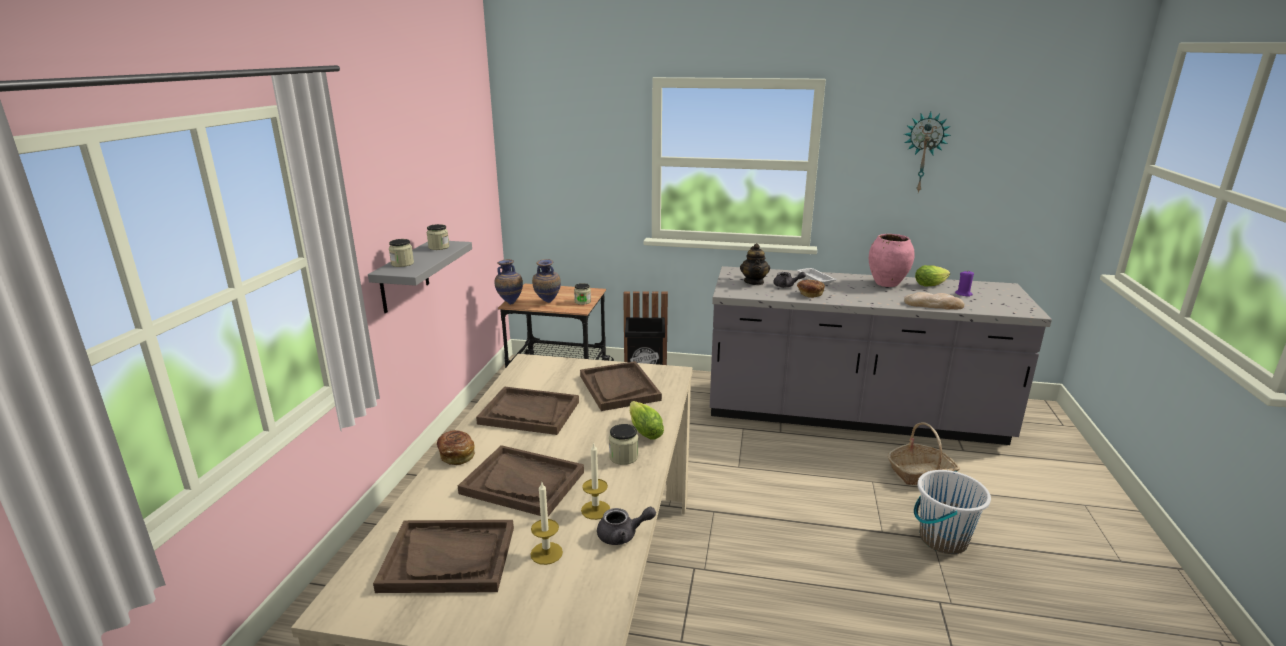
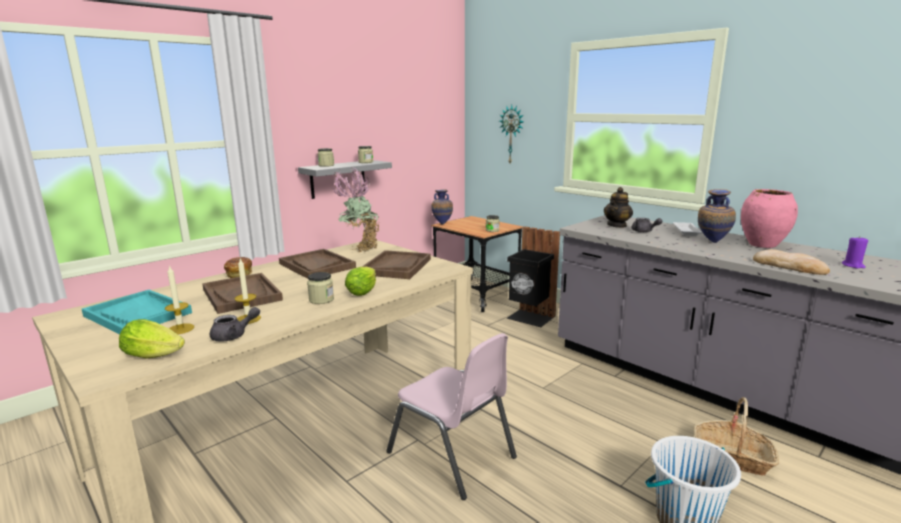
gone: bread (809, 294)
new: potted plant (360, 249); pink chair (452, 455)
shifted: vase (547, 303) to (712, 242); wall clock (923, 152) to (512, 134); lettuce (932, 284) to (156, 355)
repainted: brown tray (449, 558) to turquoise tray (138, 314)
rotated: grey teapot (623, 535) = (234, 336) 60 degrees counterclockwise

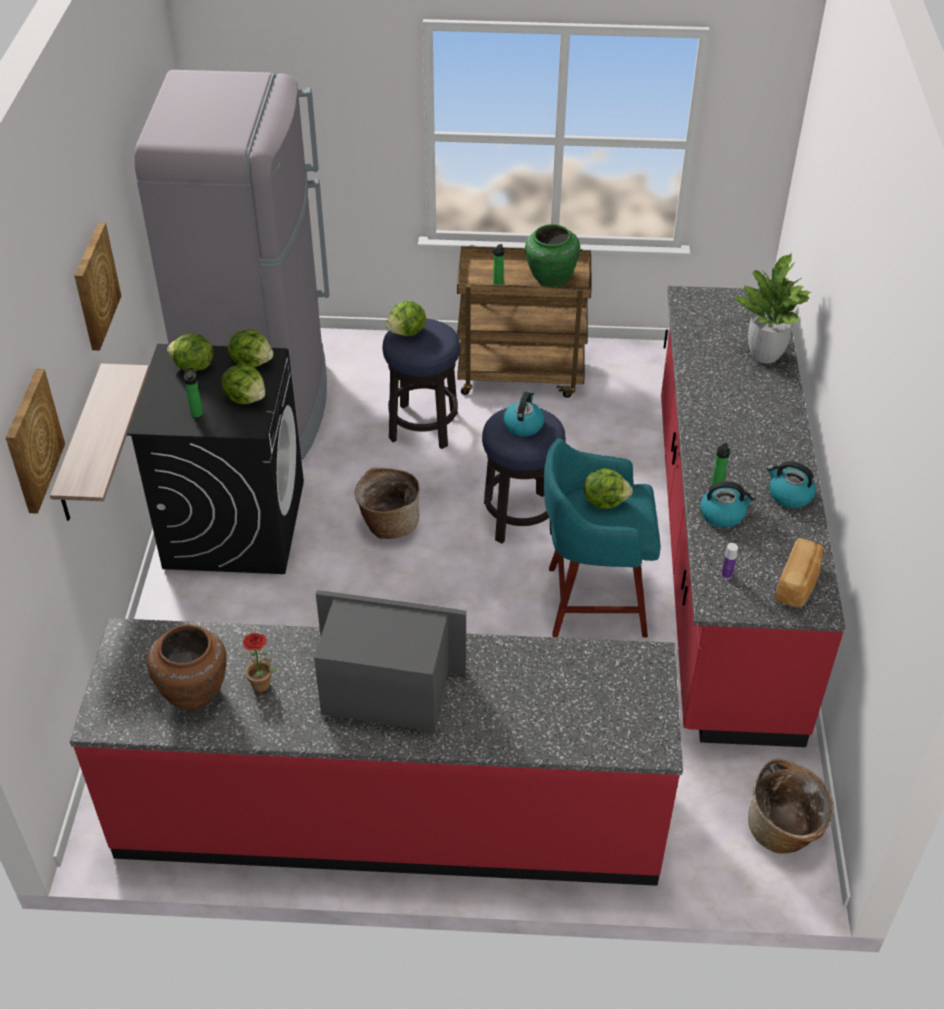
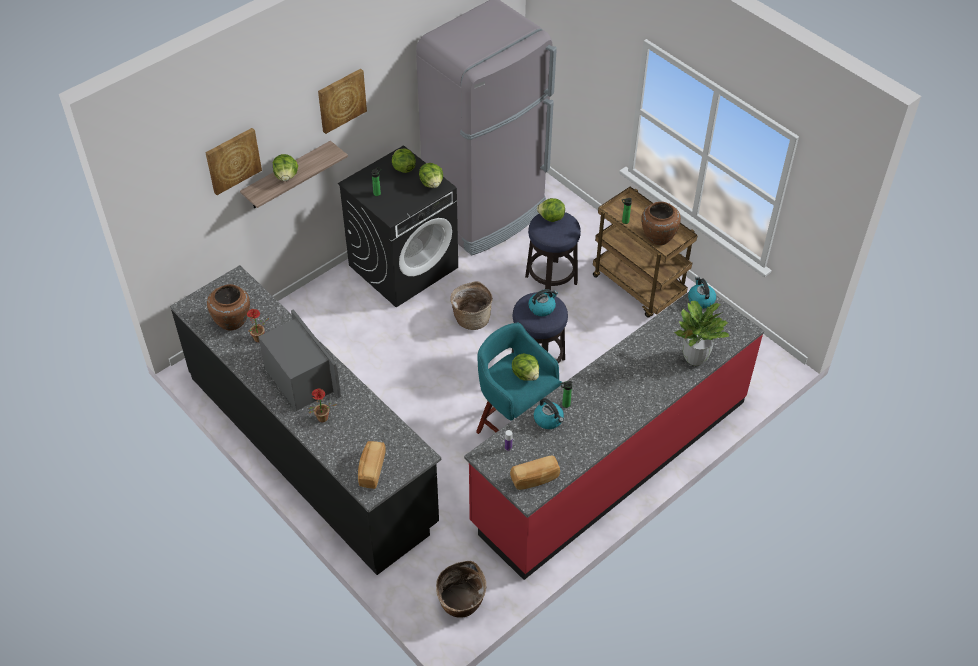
new: potted plant (322, 420); bread (371, 470)
shifted: lettuce (246, 398) to (286, 176); kettle (789, 495) to (700, 299)
repainted: red counter (390, 810) to black counter (311, 449); green vase (550, 278) to brown vase (657, 236)

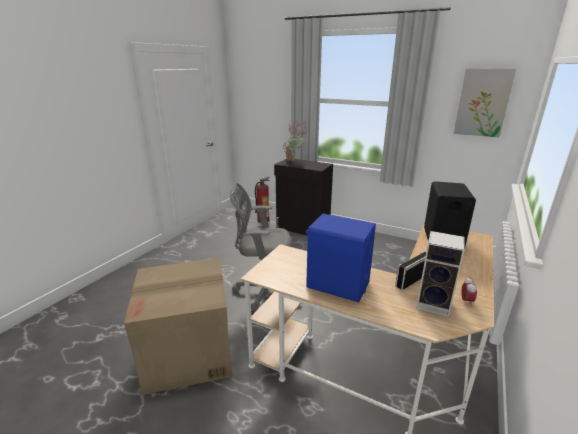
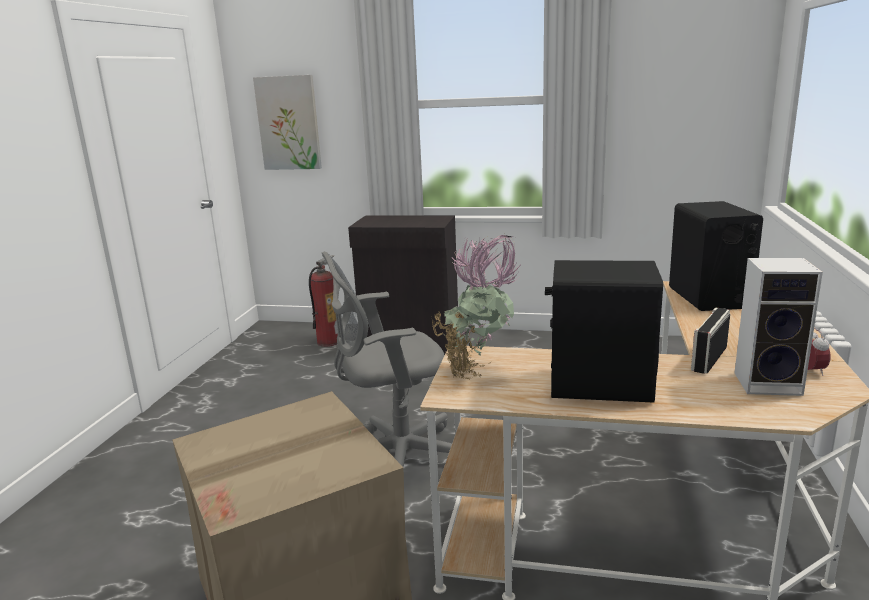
shifted: potted plant (294, 161) to (478, 371); picture (482, 103) to (289, 123)
repainted: blue speaker (337, 285) to black speaker (599, 385)

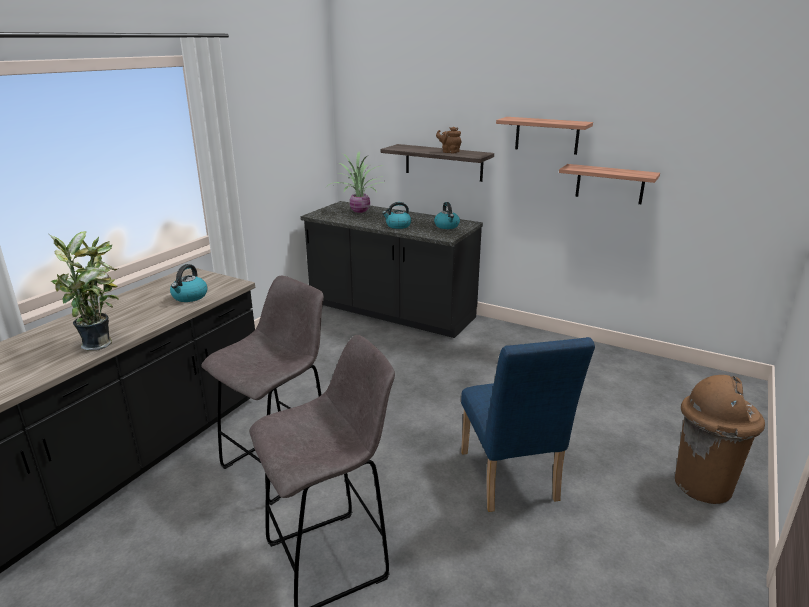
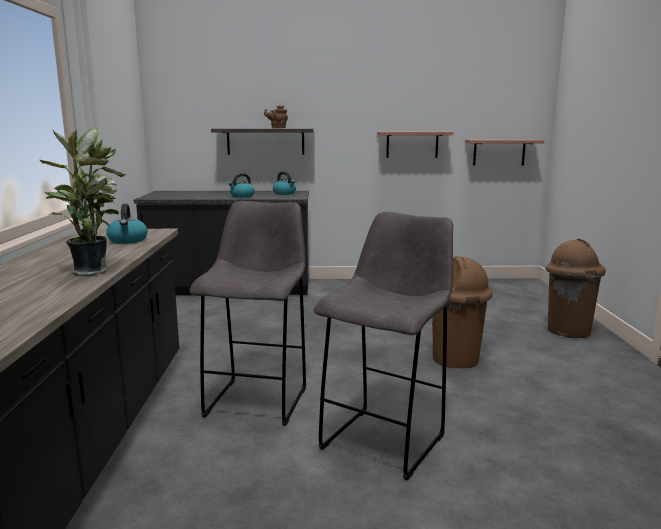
gone: potted plant (360, 210)
shifted: shelf (547, 135) to (499, 152)
swapped: blue chair (510, 481) to brown trash can (455, 359)

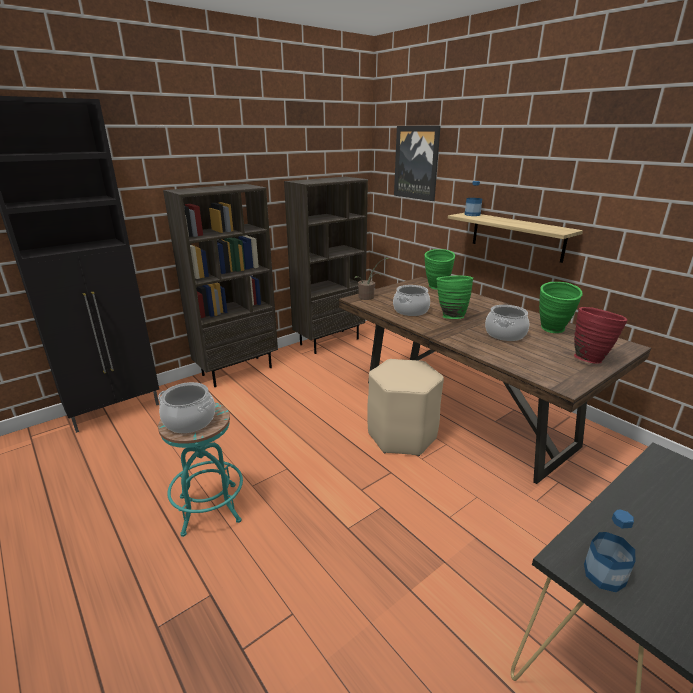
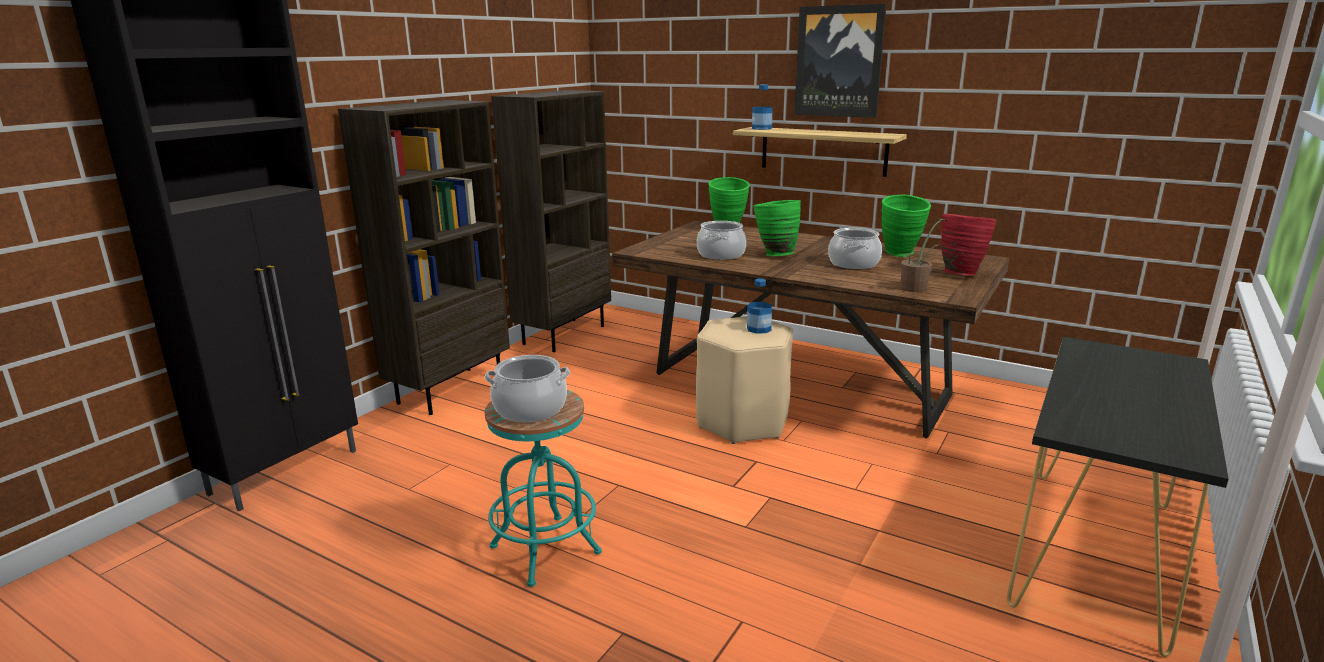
shifted: potted plant (368, 297) to (917, 287); picture (416, 163) to (839, 61); bottle (604, 574) to (759, 329)

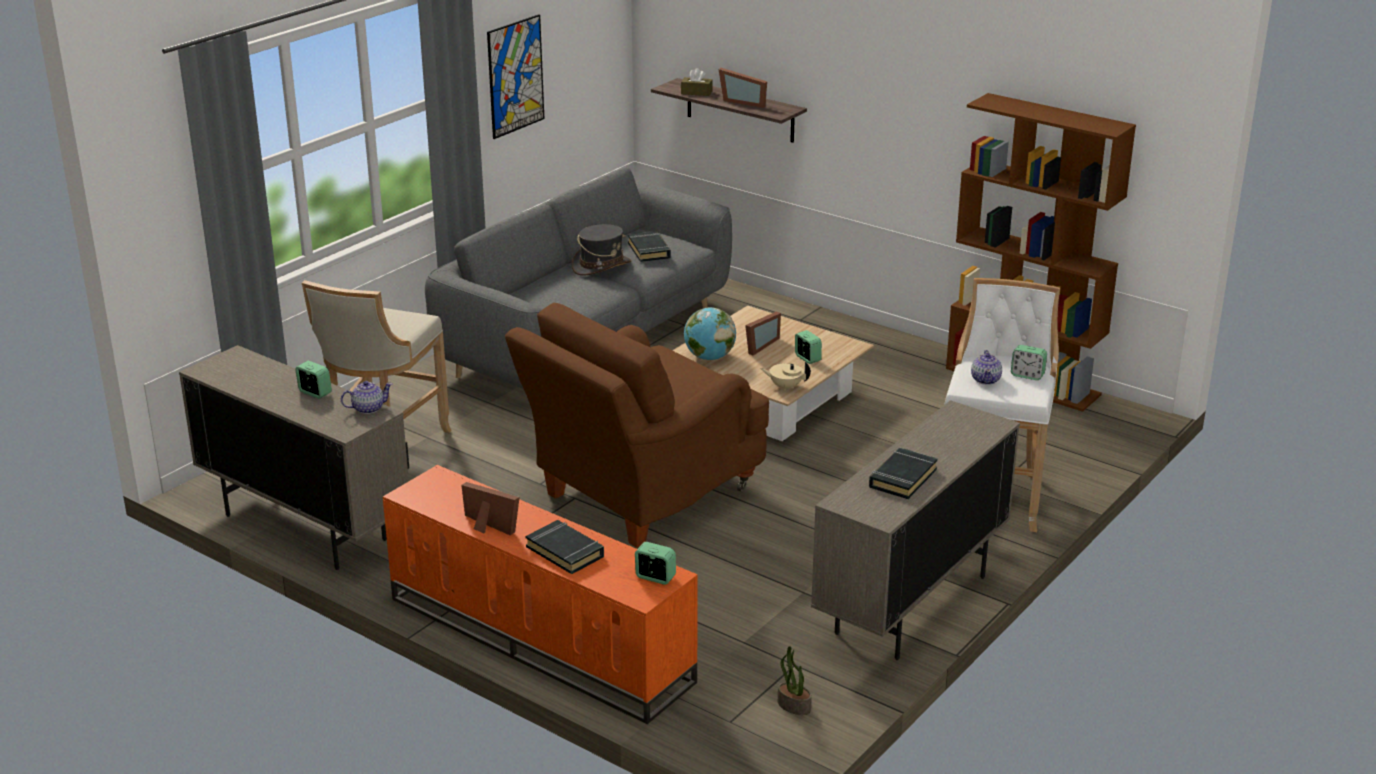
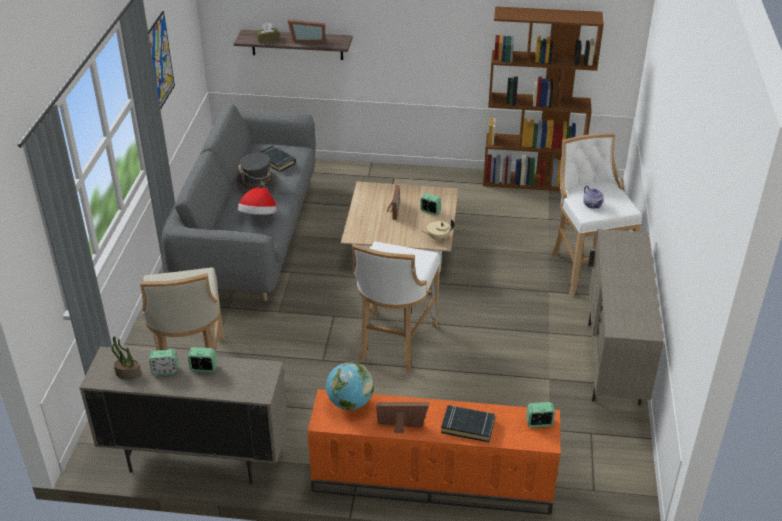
gone: teapot (368, 408); black book (902, 478)
new: hat (258, 216)
shifted: globe (709, 357) to (350, 403); potted plant (793, 706) to (128, 374); alarm clock (1027, 375) to (165, 371)
swapped: brown armchair (642, 495) to white stool (394, 344)

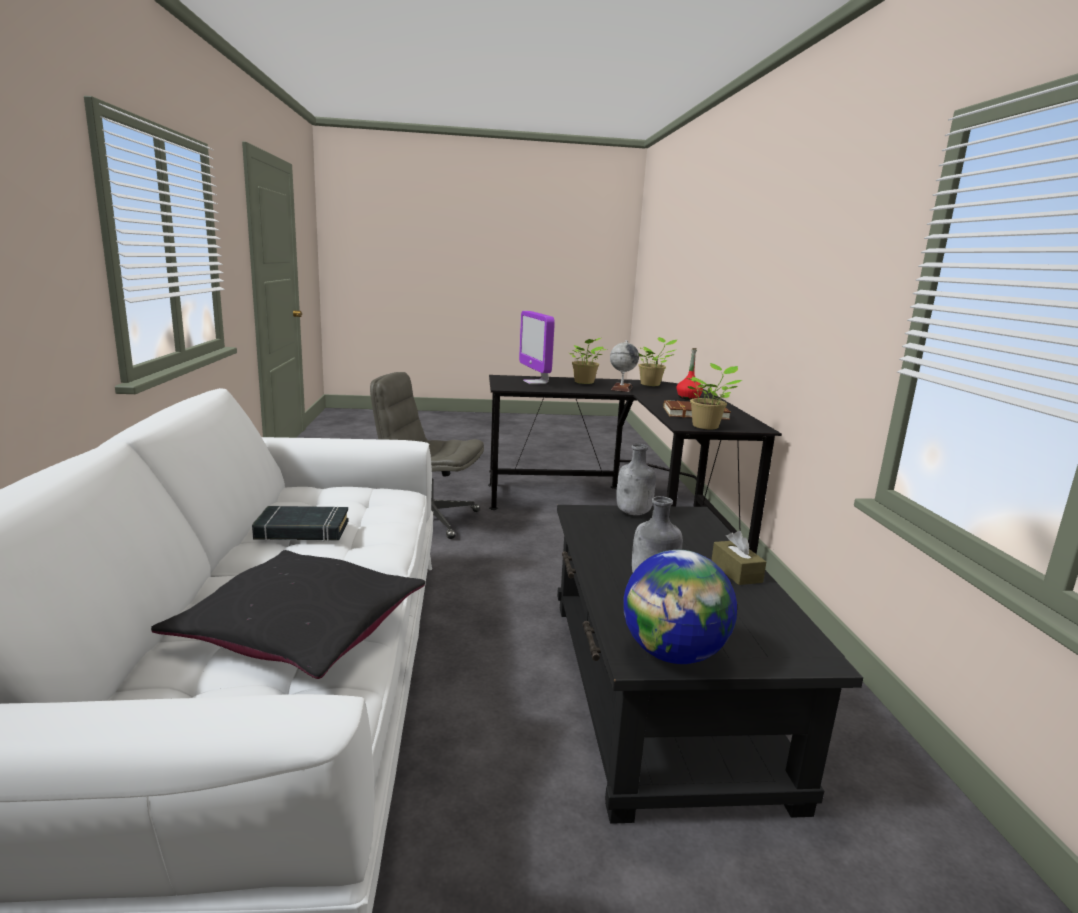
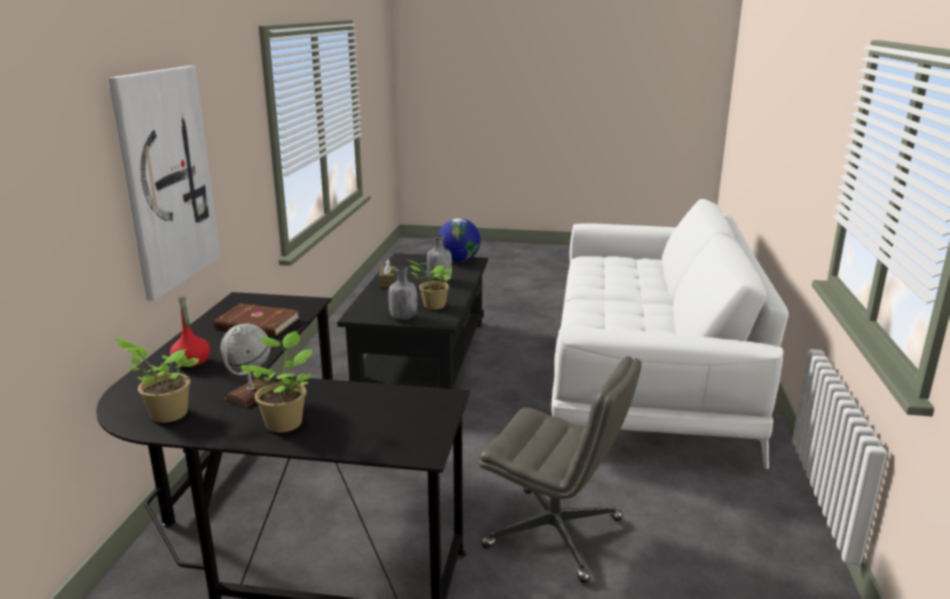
gone: black pillow (300, 629); black book (302, 530); monitor (535, 382)
new: picture (166, 179)
shifted: potted plant (707, 426) to (432, 306)

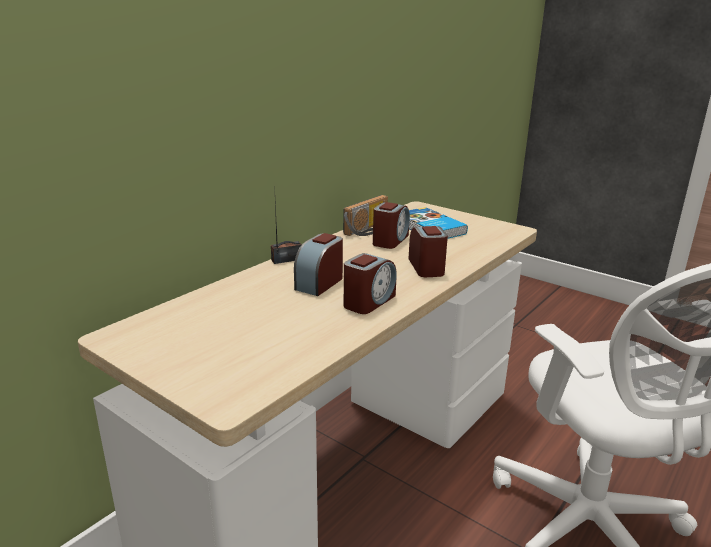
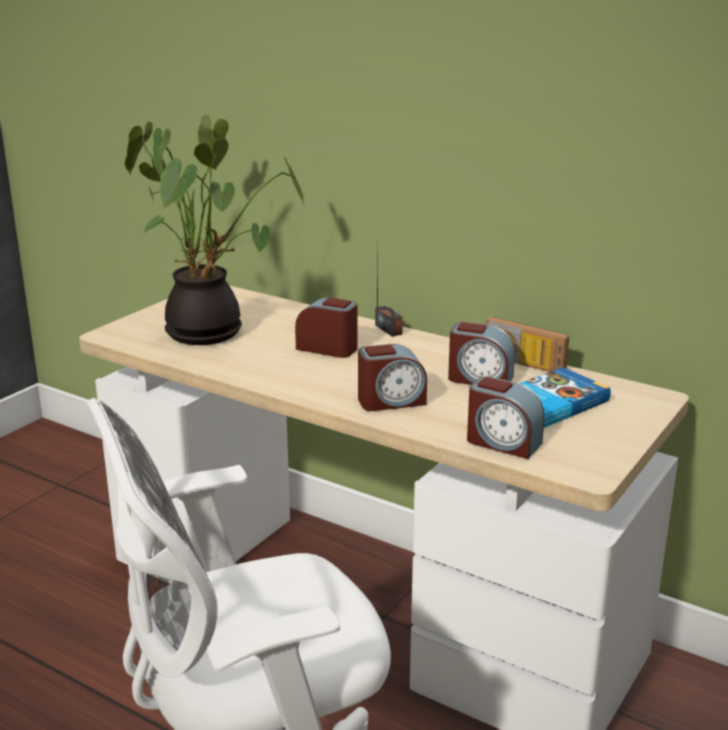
new: potted plant (210, 331)
shifted: alarm clock (369, 301) to (502, 443)

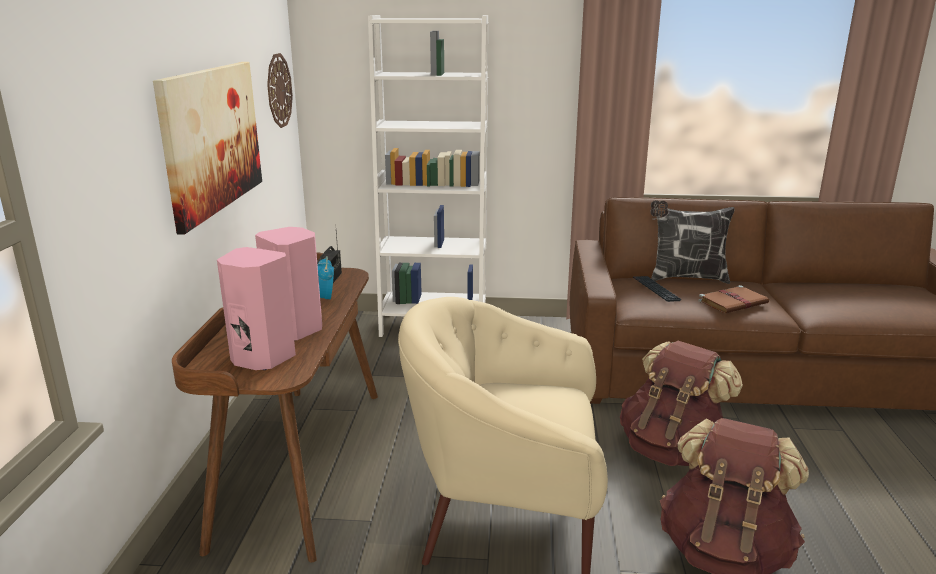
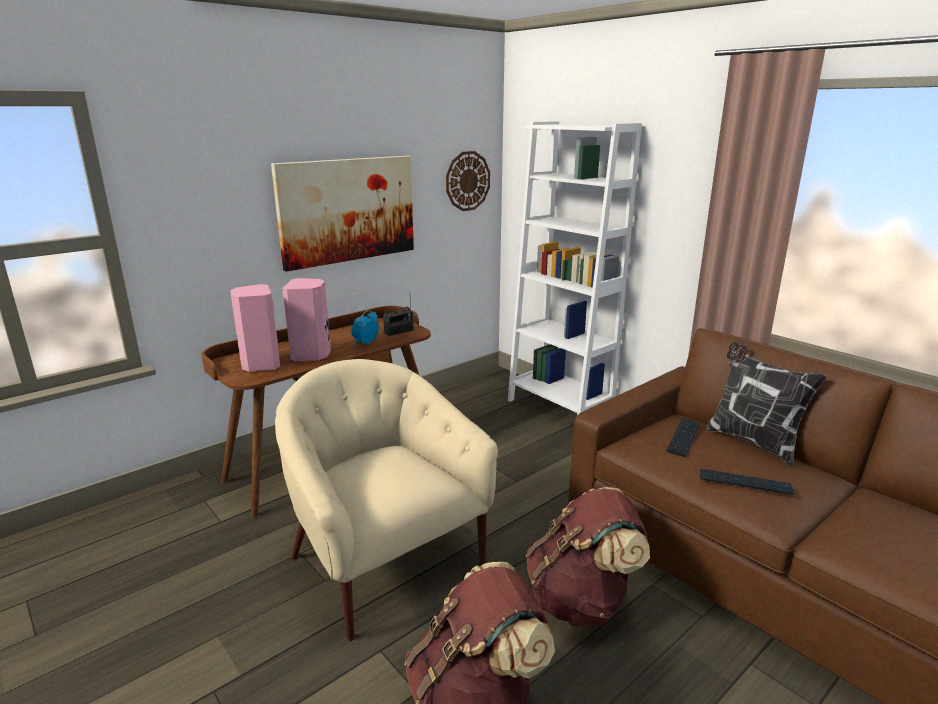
swapped: brown book (733, 302) to keyboard (745, 483)

